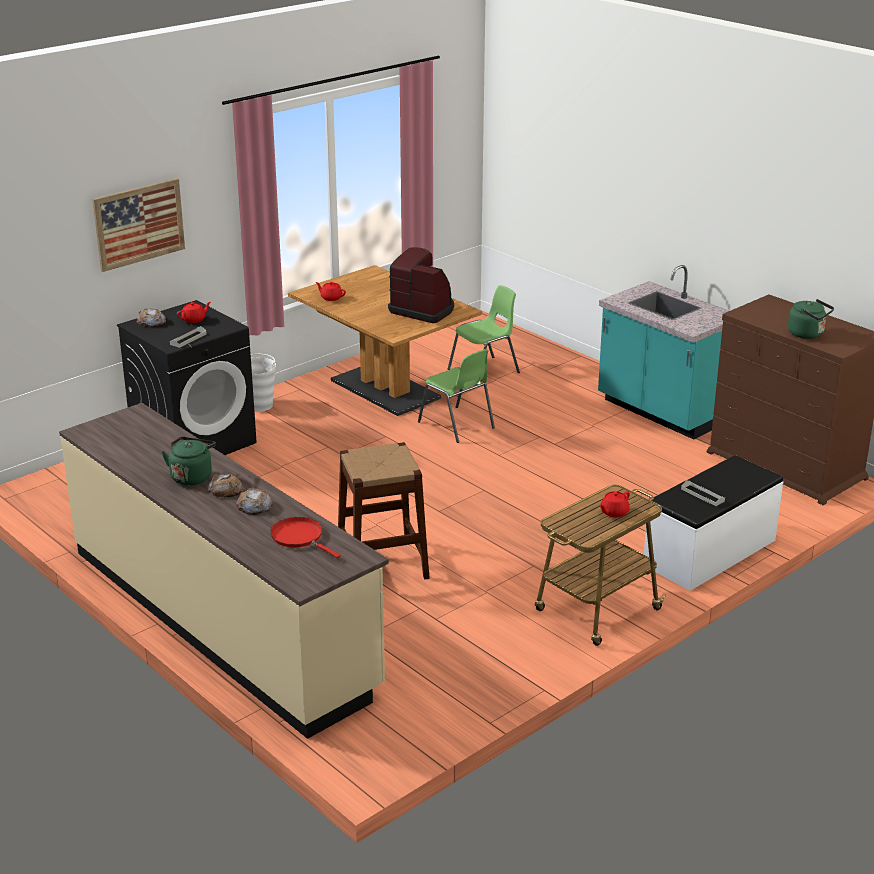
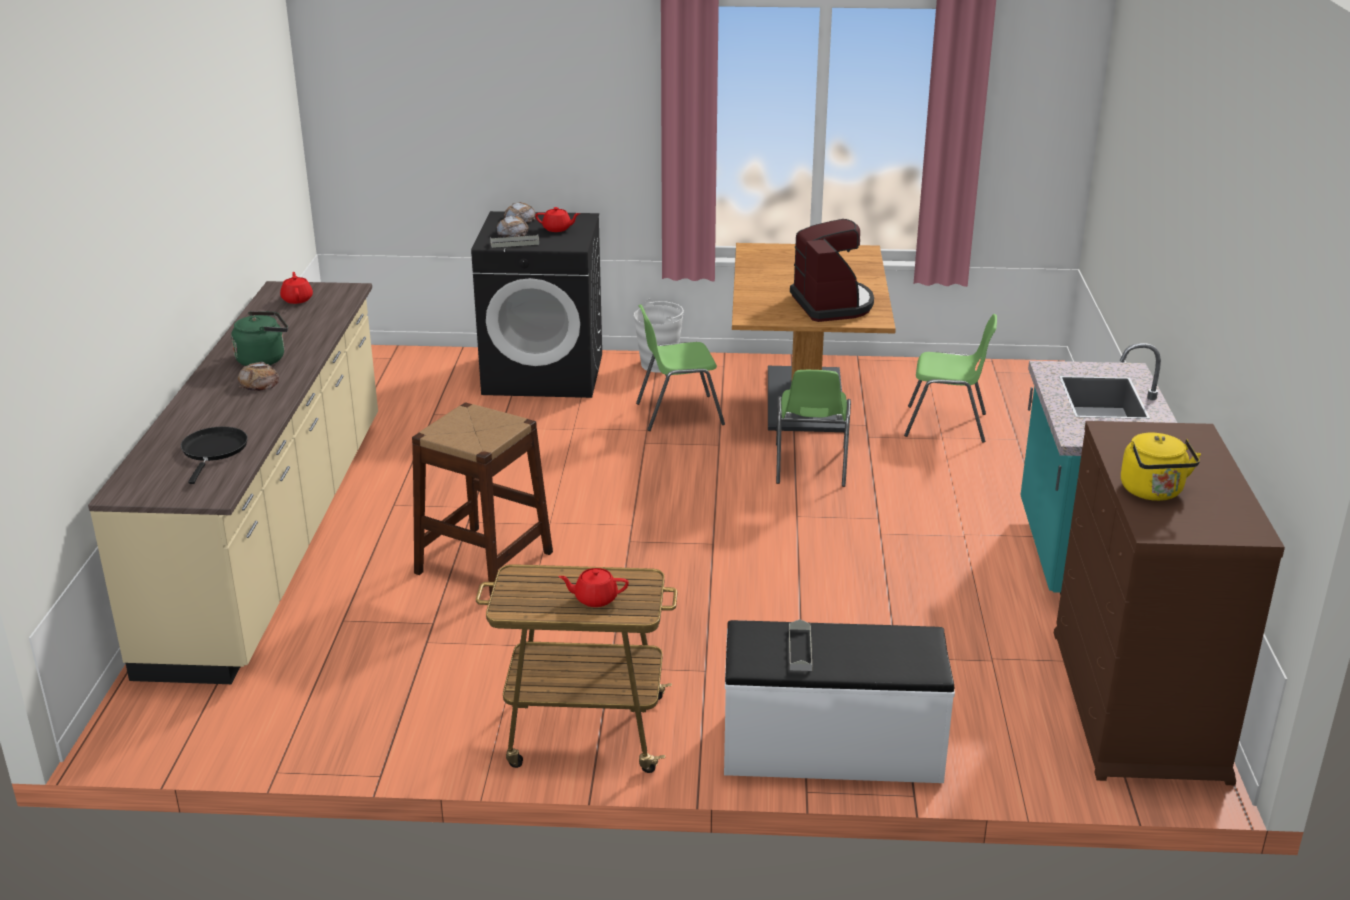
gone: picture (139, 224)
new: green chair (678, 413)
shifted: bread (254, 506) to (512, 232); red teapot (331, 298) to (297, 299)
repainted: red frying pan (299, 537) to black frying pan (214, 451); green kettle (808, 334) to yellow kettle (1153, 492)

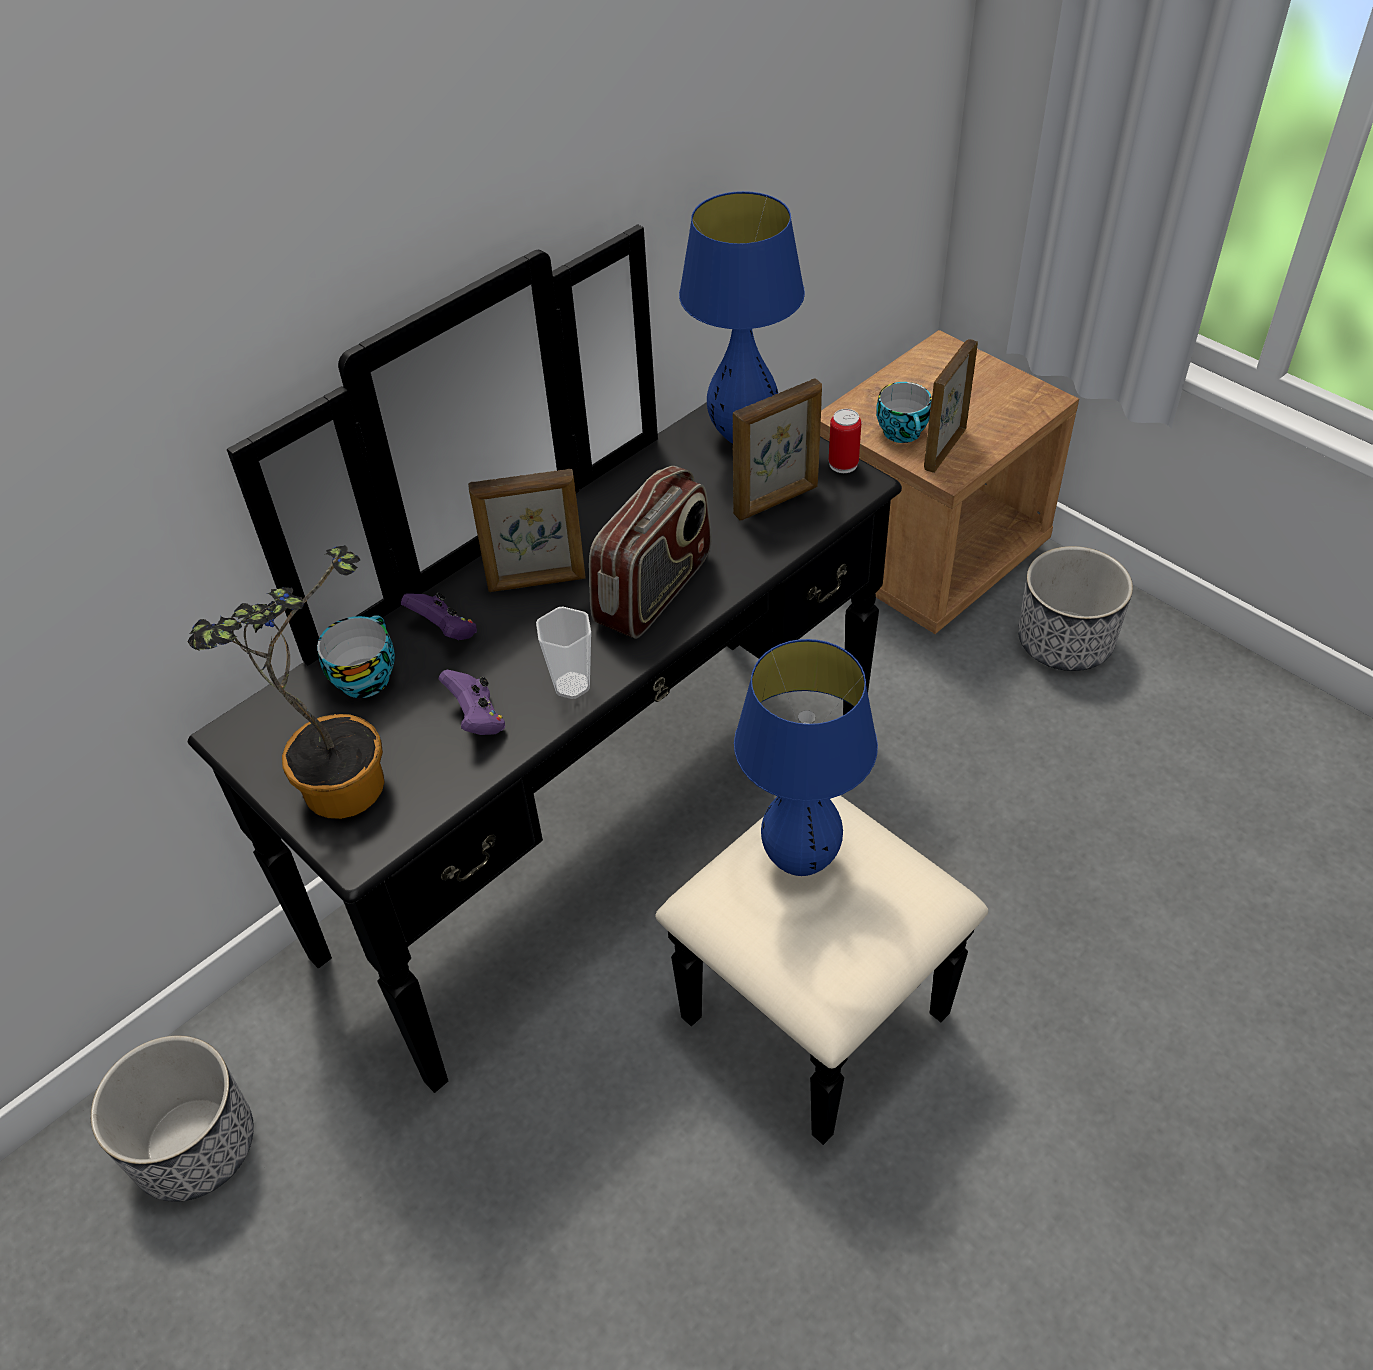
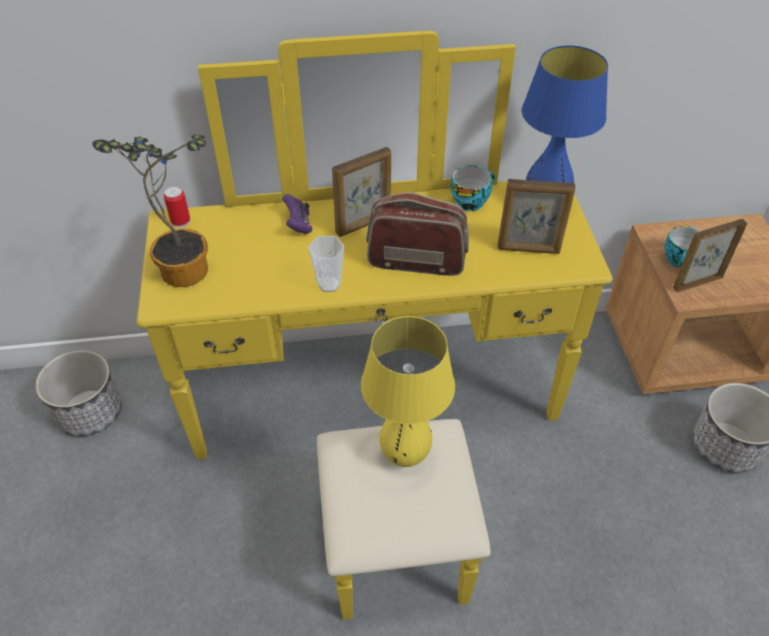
gone: purple game controller (477, 719)
shifted: cup (365, 676) to (470, 201); can (843, 464) to (180, 221)
repainted: black dresser (650, 872) to yellow dresser (380, 423); blue table lamp (800, 860) to yellow table lamp (405, 455)
rotated: picture frame (537, 582) = (364, 225) 60 degrees counterclockwise; radio (655, 591) = (416, 261) 150 degrees counterclockwise

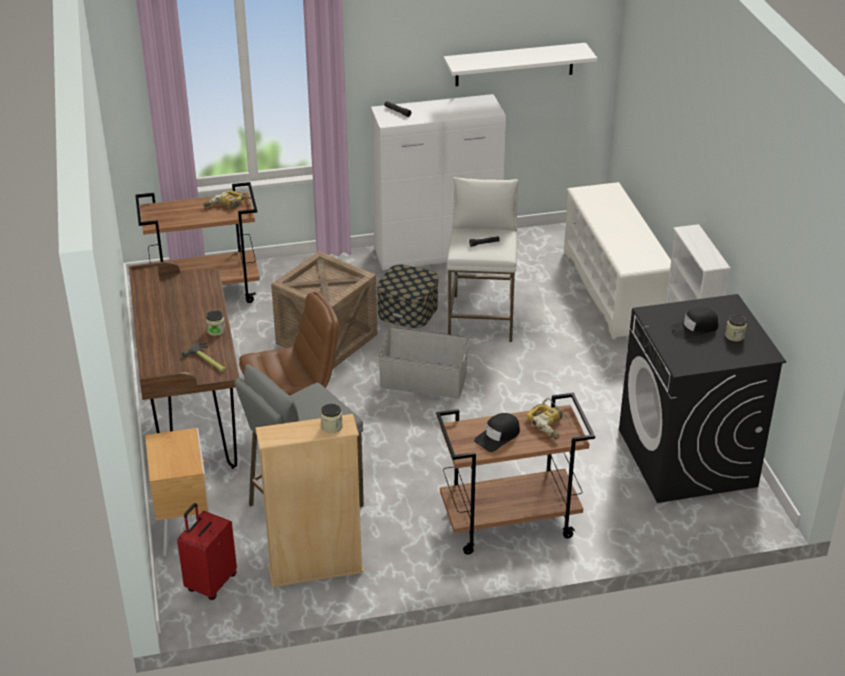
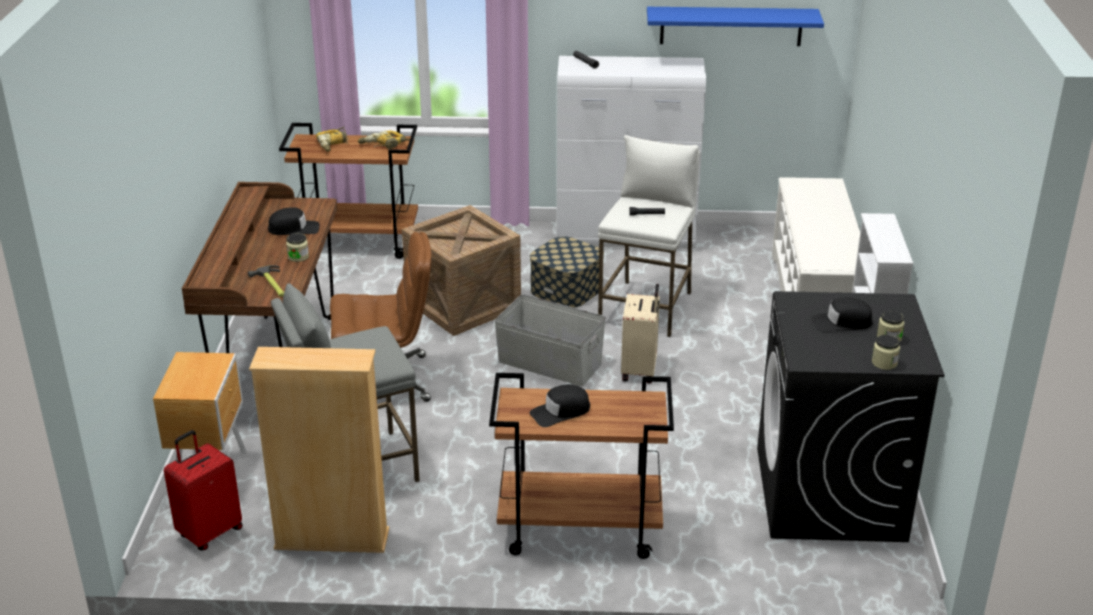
new: black cap (294, 229); beige suitcase (640, 370)
shifted: jar (331, 426) to (884, 363); power drill (550, 423) to (334, 144)
repainted: white shelf (514, 64) to blue shelf (731, 26)

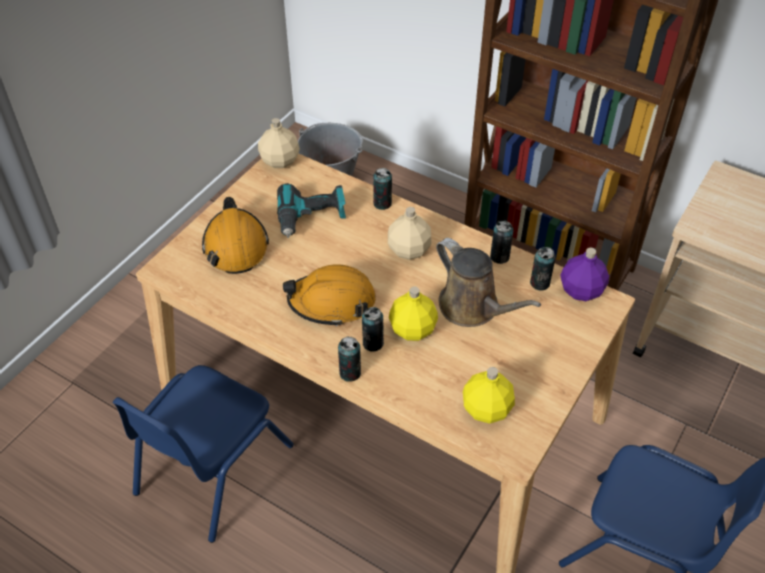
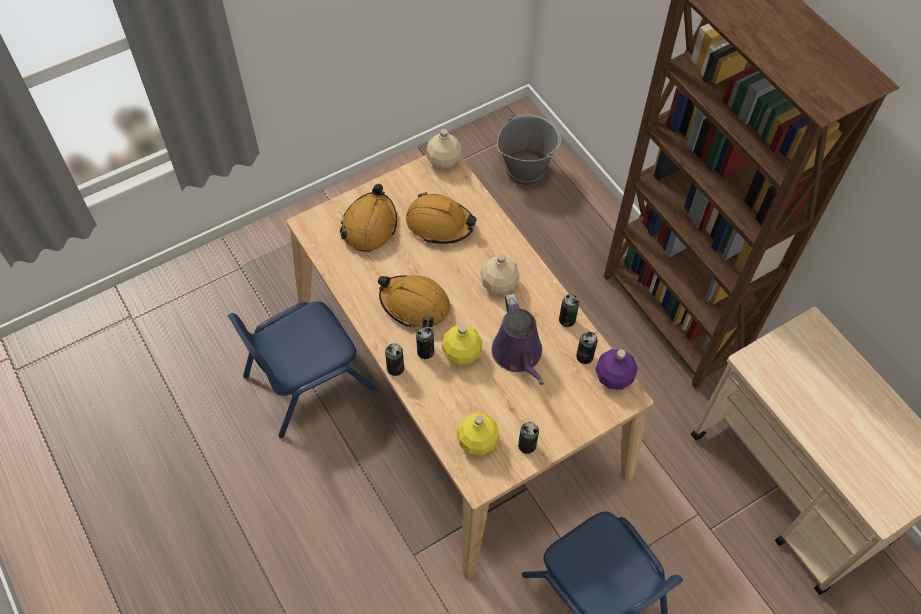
shifted: can (382, 203) to (527, 445)
swapped: power drill (311, 218) to orange hard hat (440, 224)
repainted: brown watering can (473, 308) to purple watering can (518, 355)

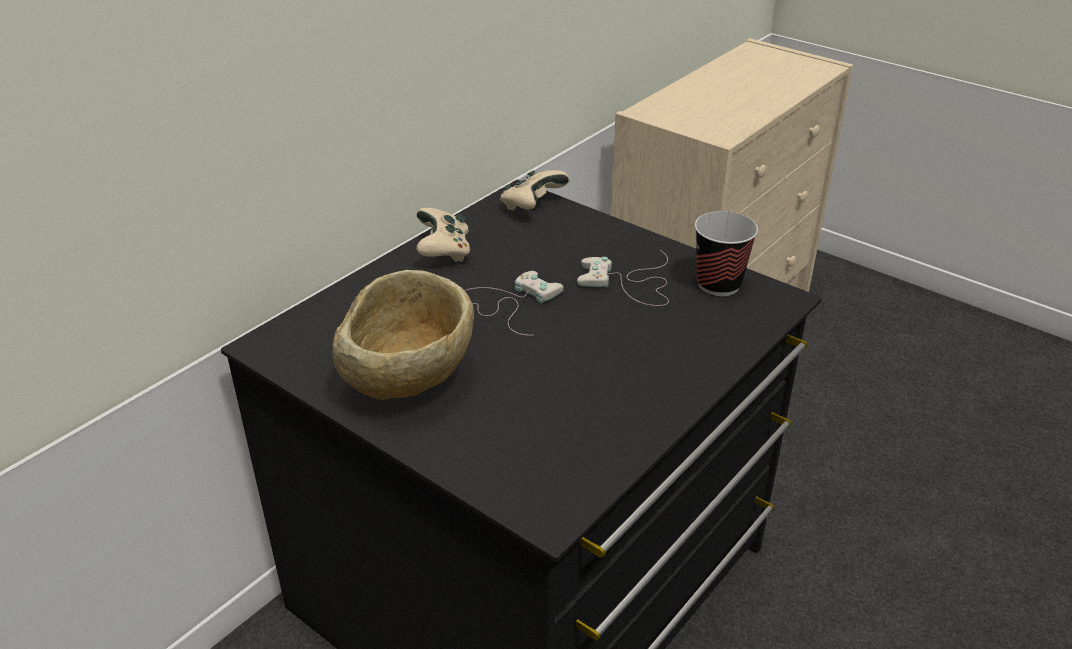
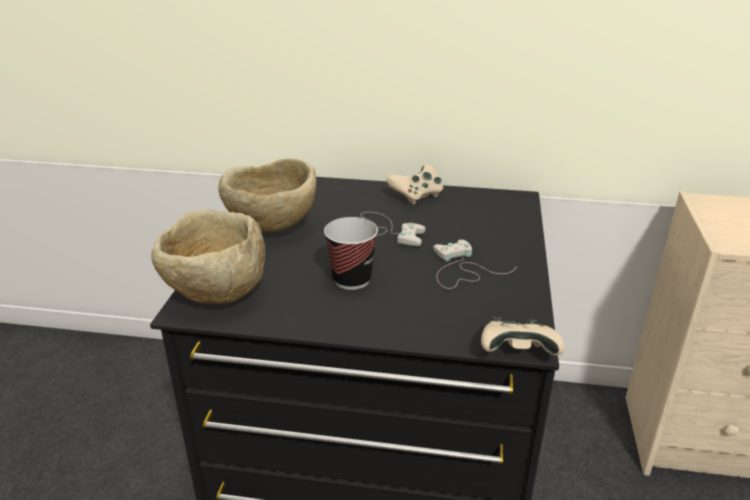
new: beige bowl (216, 293)
shifted: beige game controller (532, 206) to (518, 354); cup (718, 284) to (352, 279)

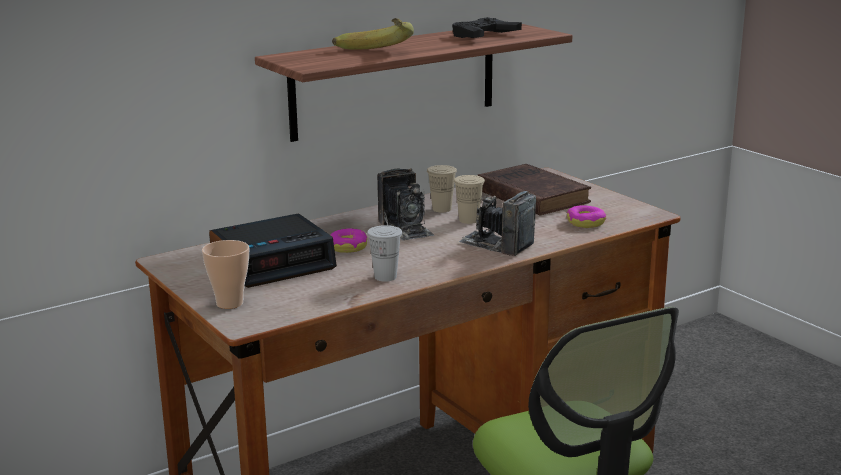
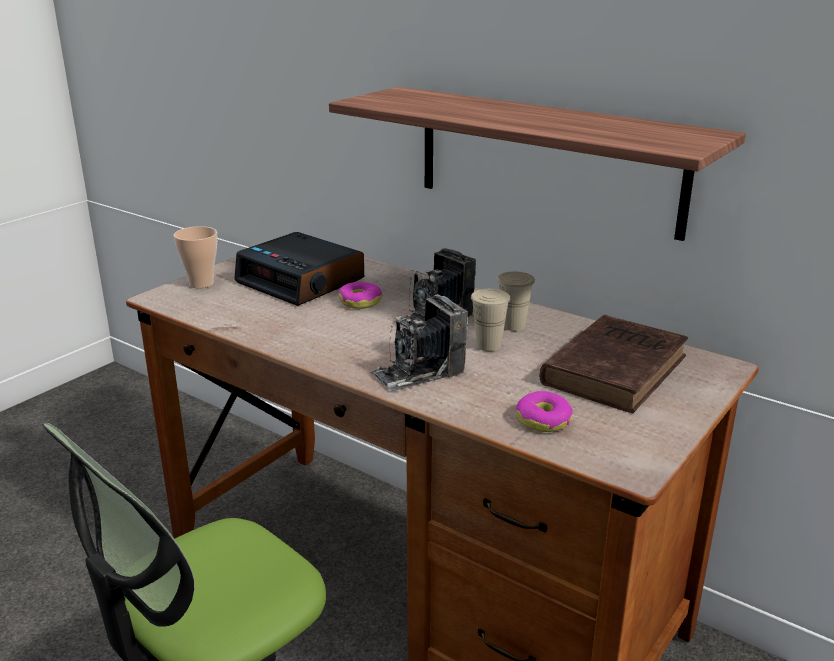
gone: banana (374, 54); white cup (385, 277); black game controller (484, 35)
rotated: photo camera (496, 244) = (418, 372) 135 degrees counterclockwise

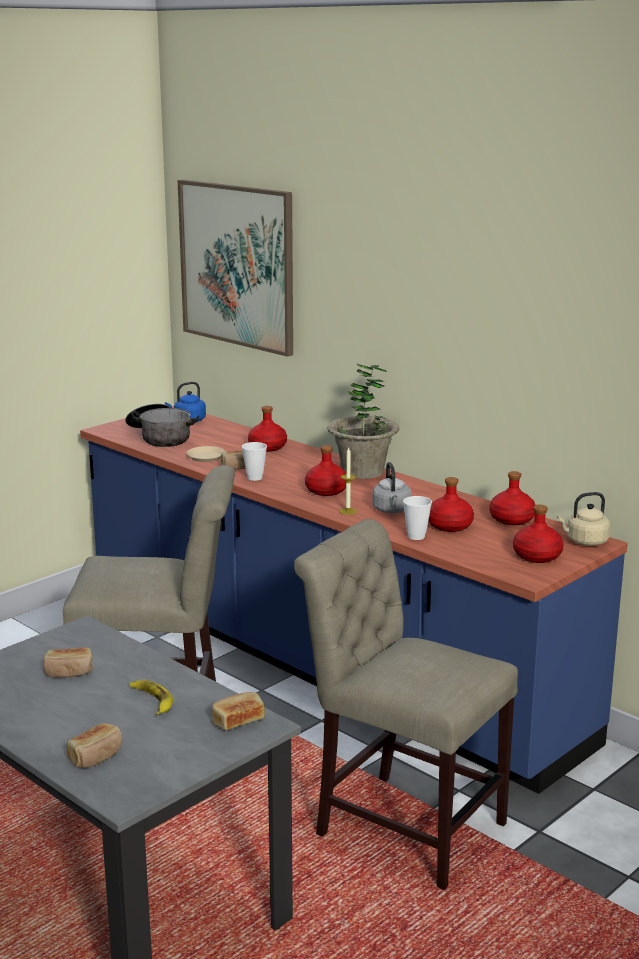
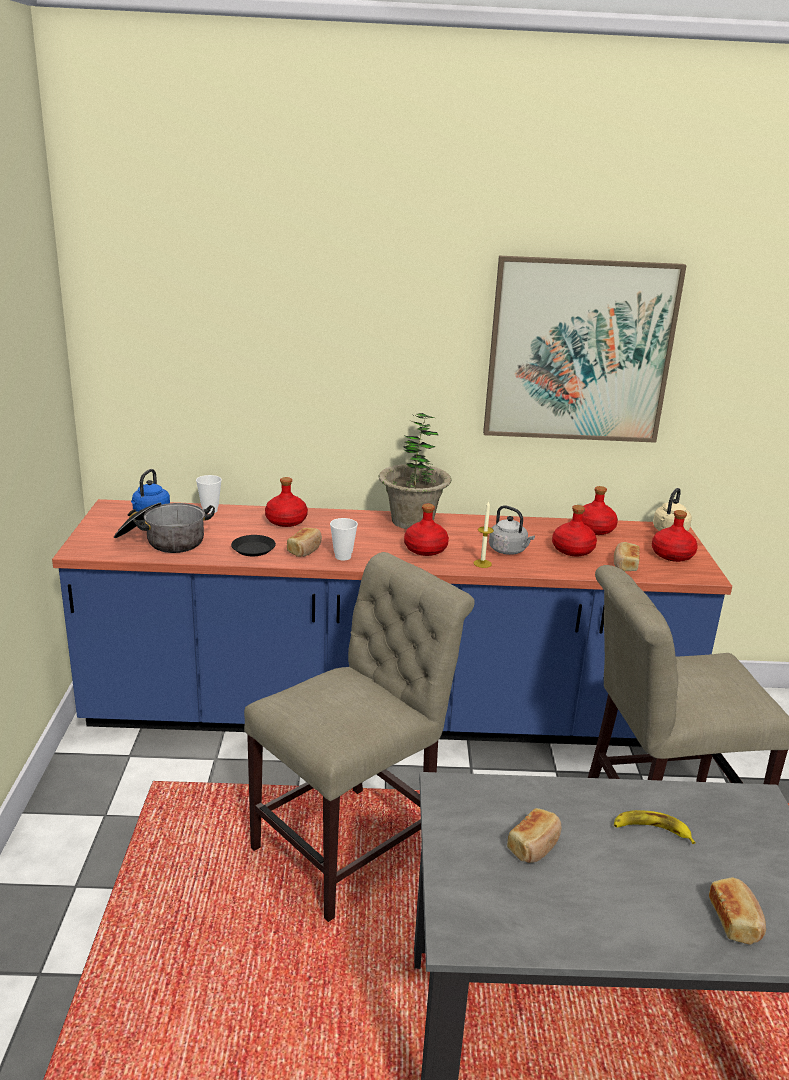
shifted: picture (237, 265) to (579, 351); bread (237, 720) to (625, 564); cup (416, 536) to (210, 510)
repainted: beige plate (206, 457) to black plate (253, 549)

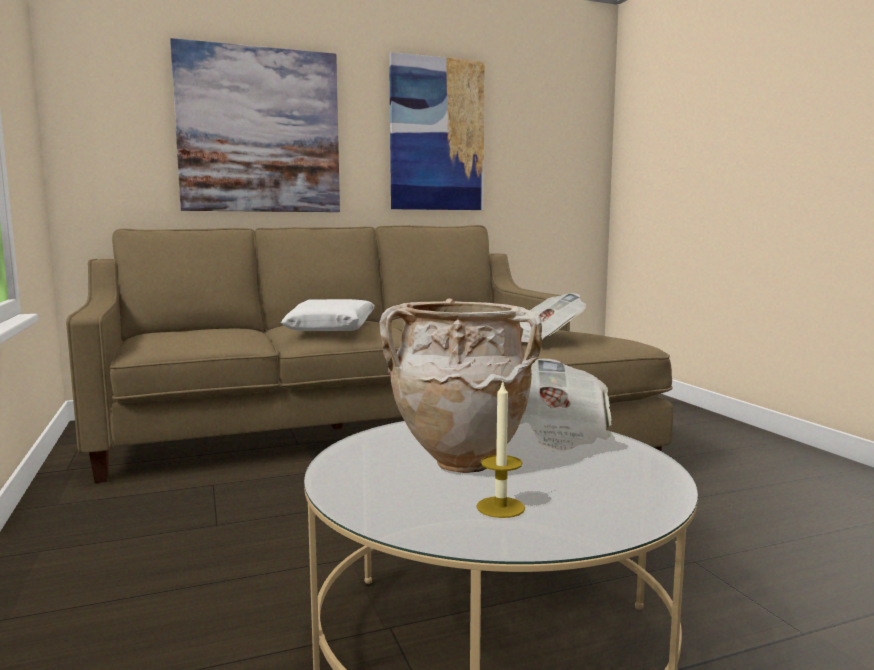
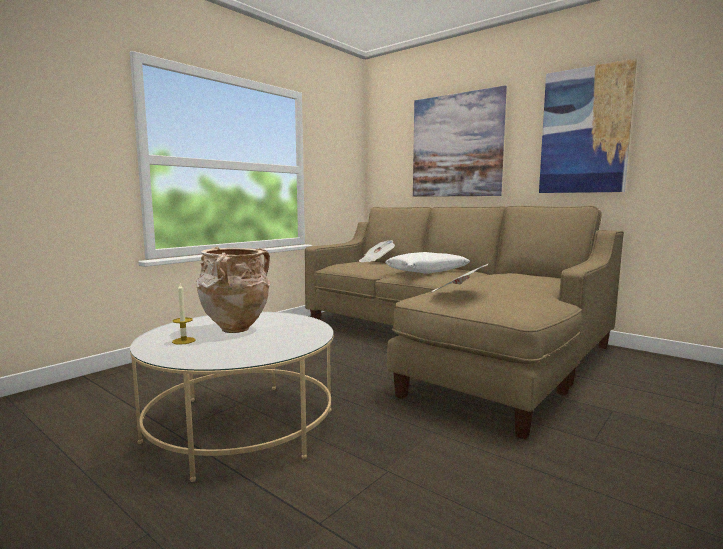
shifted: newspaper (557, 433) to (376, 261)

